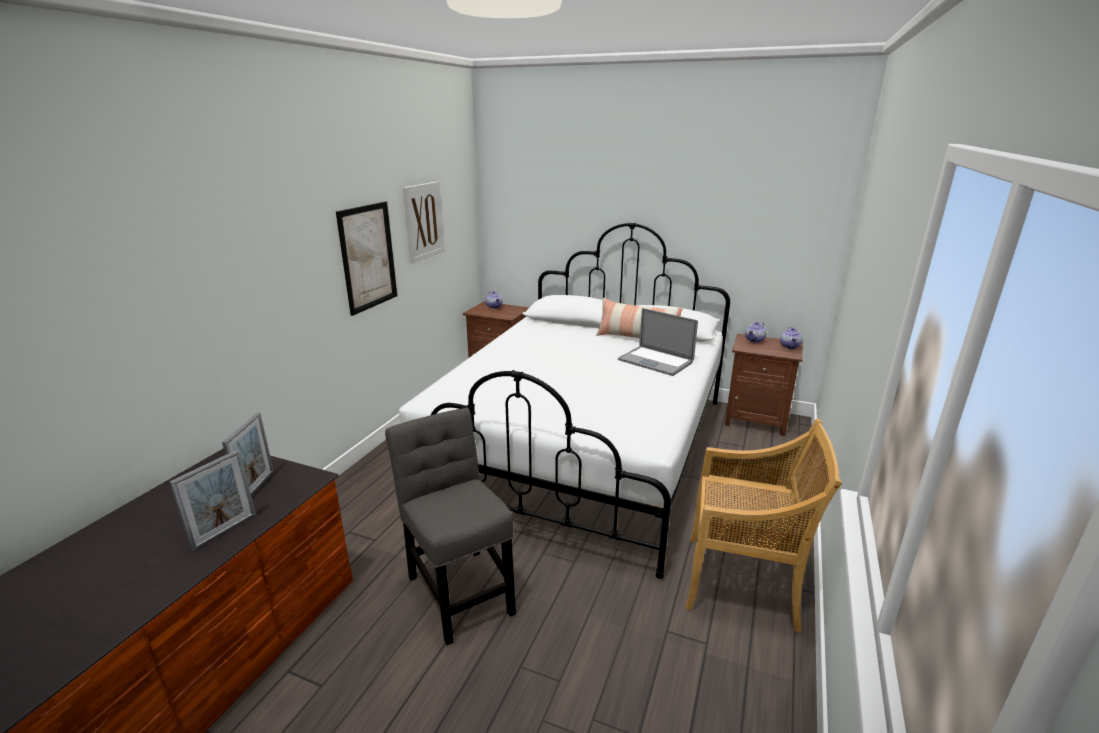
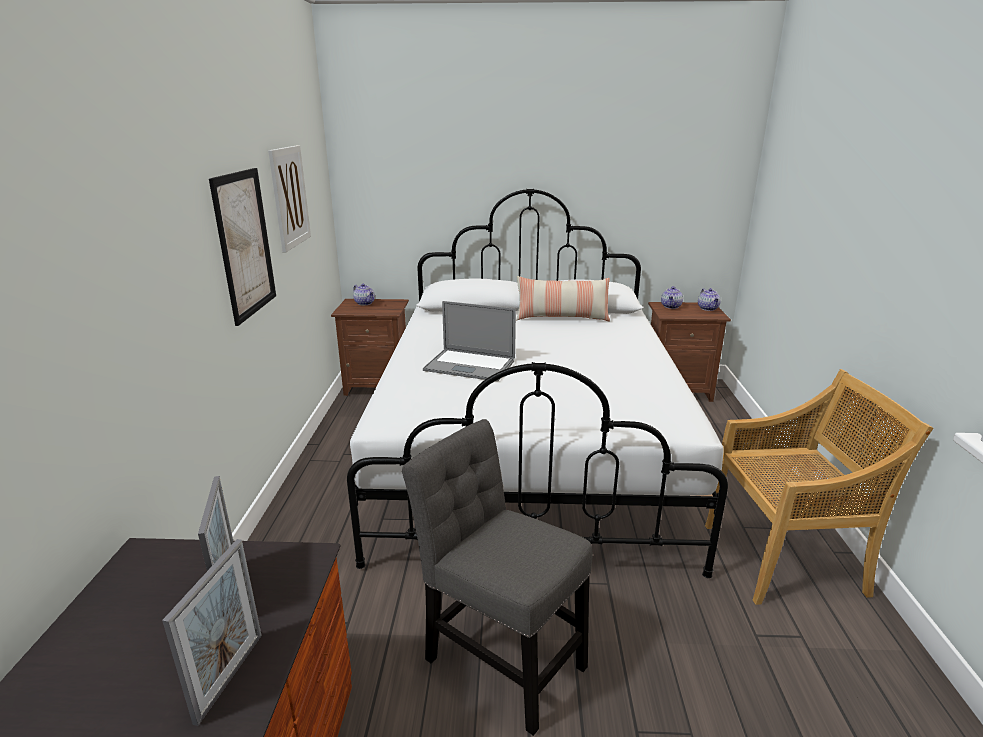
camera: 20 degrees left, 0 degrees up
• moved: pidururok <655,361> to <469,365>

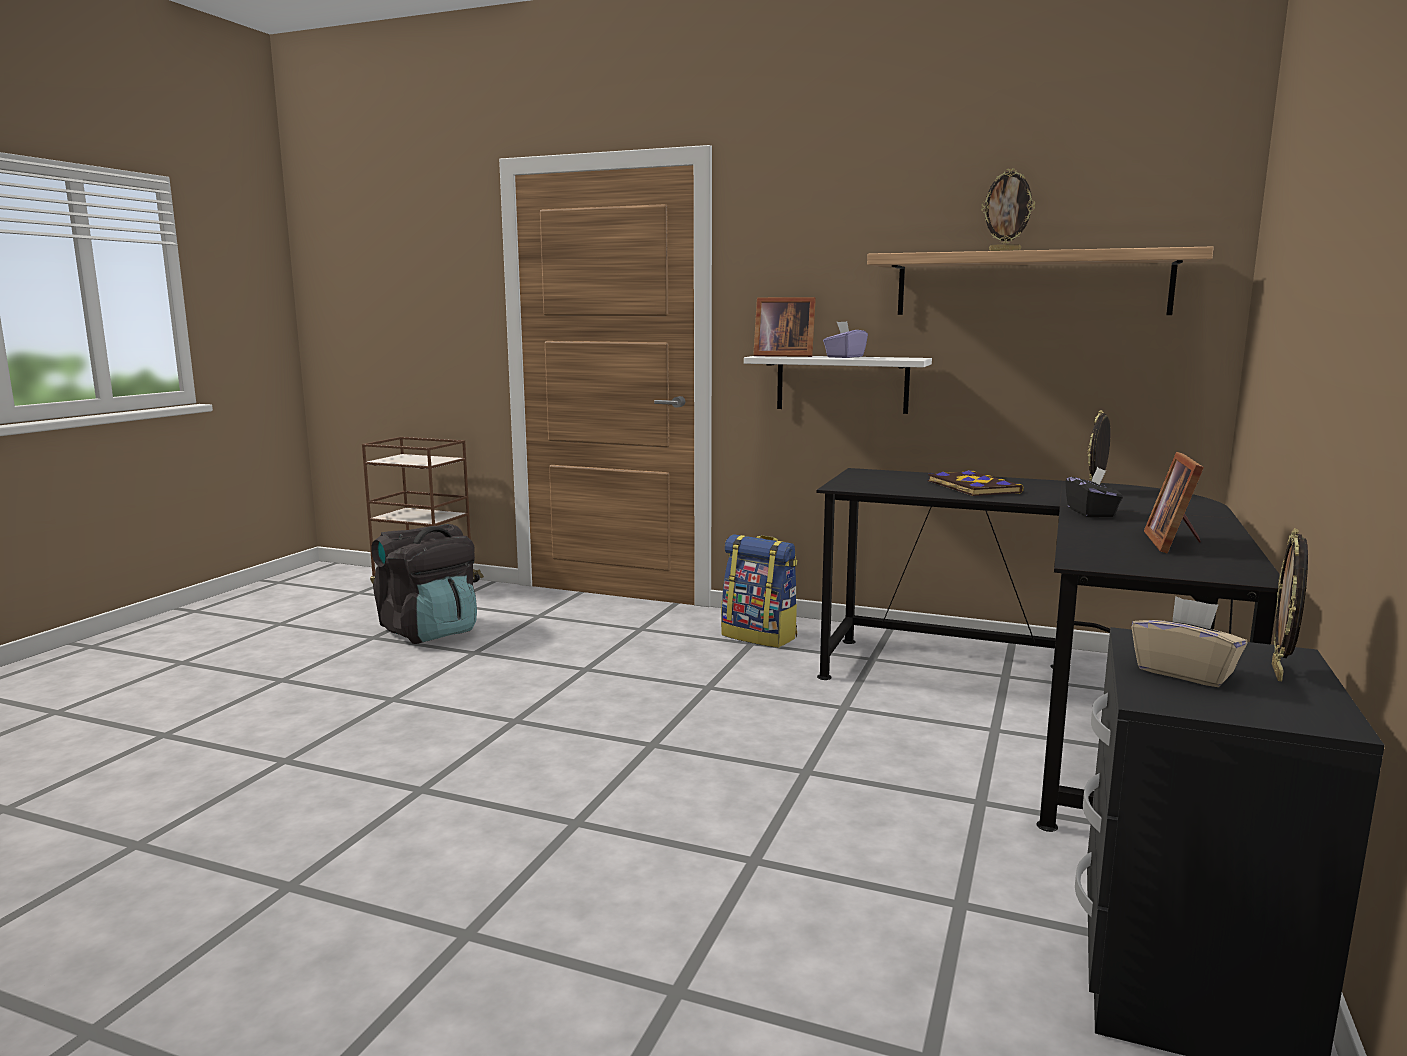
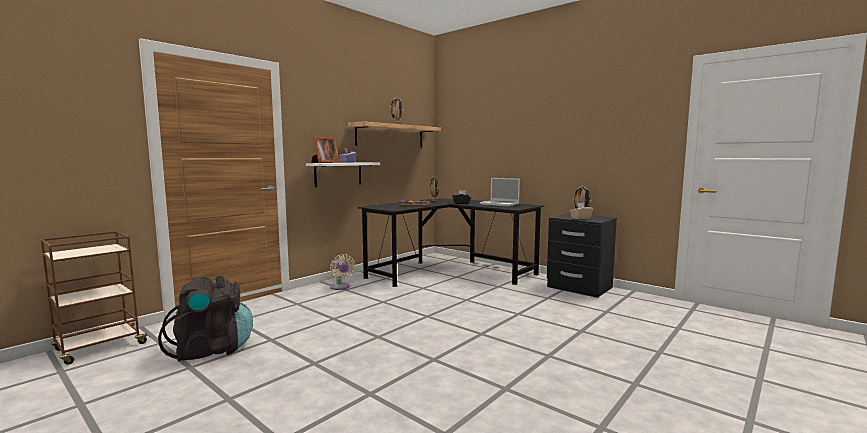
camera: 70 degrees left, 5 degrees down
• replaced: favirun <760,636> to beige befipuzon <340,287>
• replaced: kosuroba <1174,543> to pidururok <500,204>

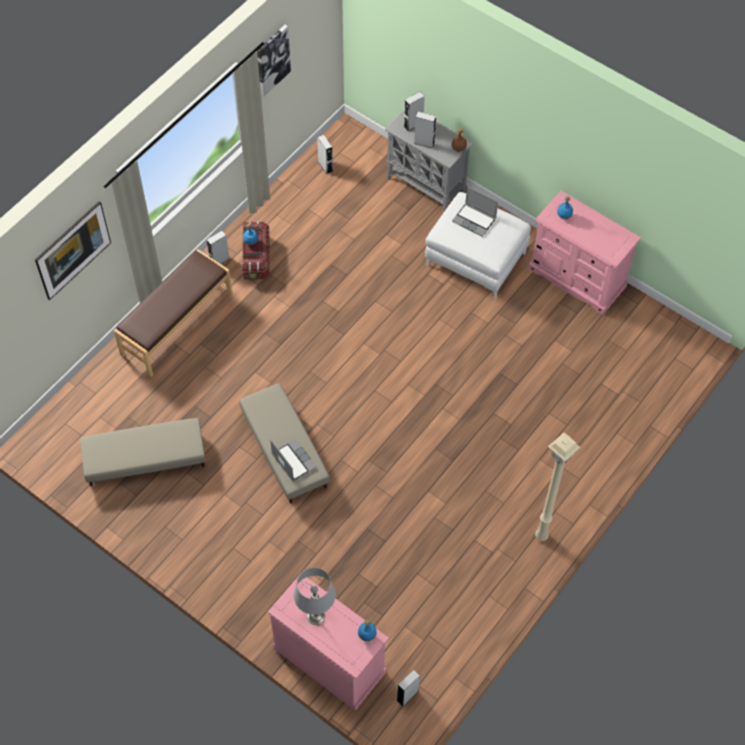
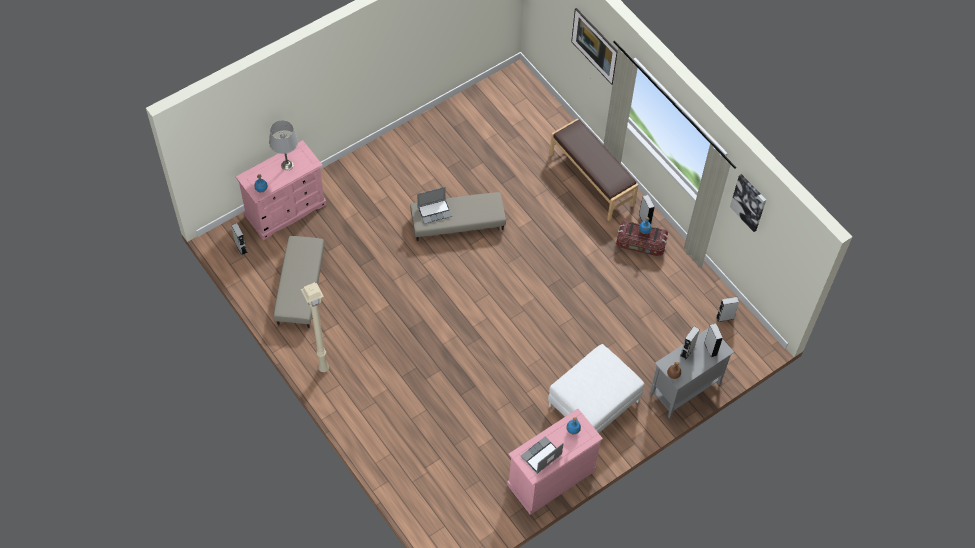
camera: 105 degrees right, 0 degrees up
• moved: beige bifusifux <145,458> to <301,287>
• moved: pidururok <475,220> to <541,456>

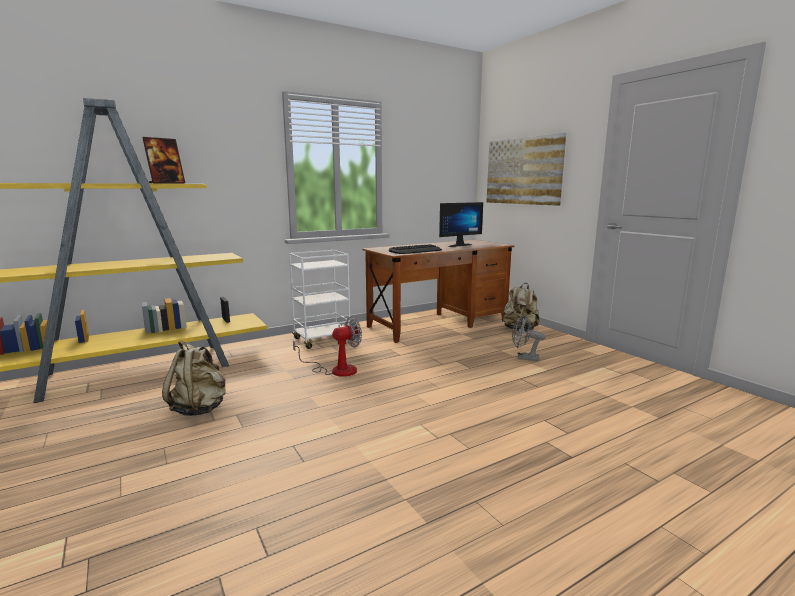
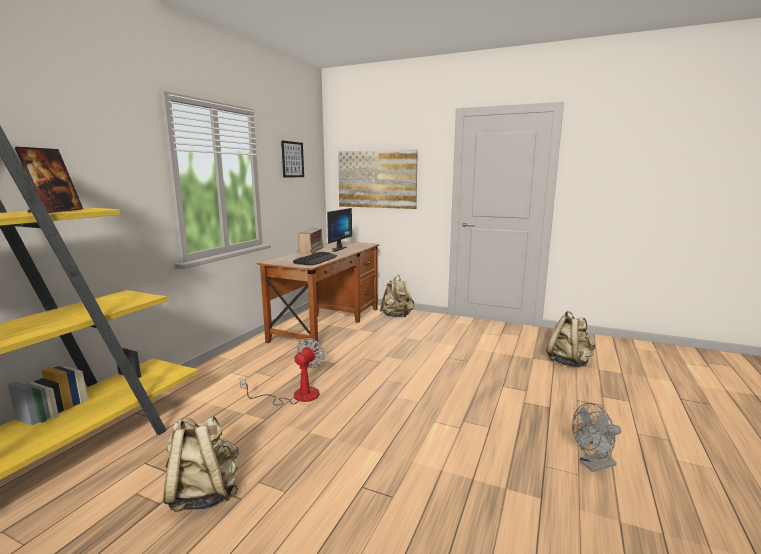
camera: 35 degrees left, 0 degrees up
• removed: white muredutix <323,339>
• moved: grey befipuzon <524,358> to <593,465>
• added: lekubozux <292,159>
• added: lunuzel <311,251>
• added: beige favirun <568,362>

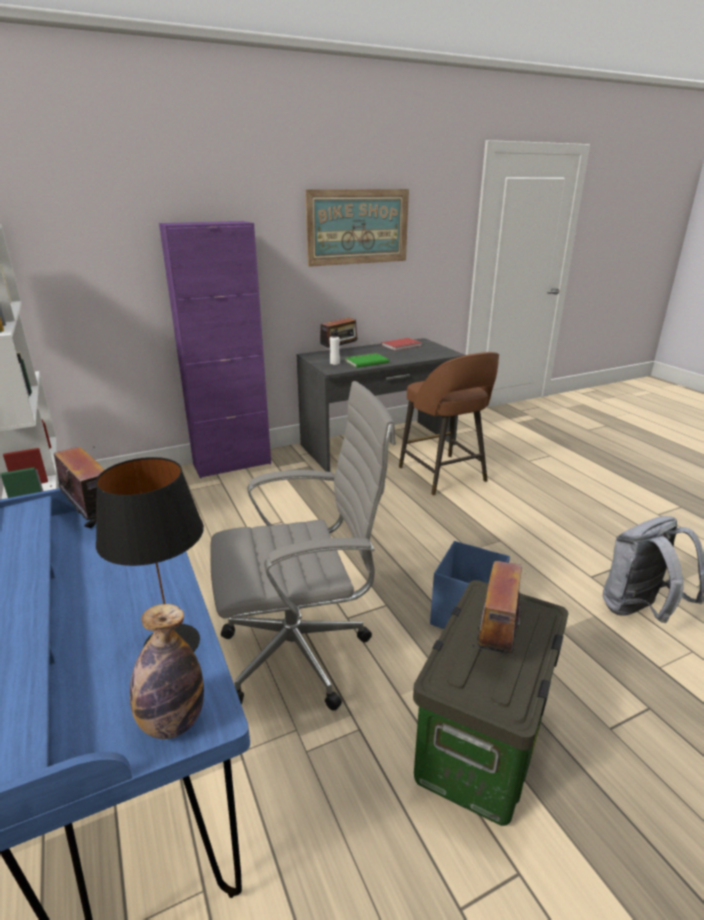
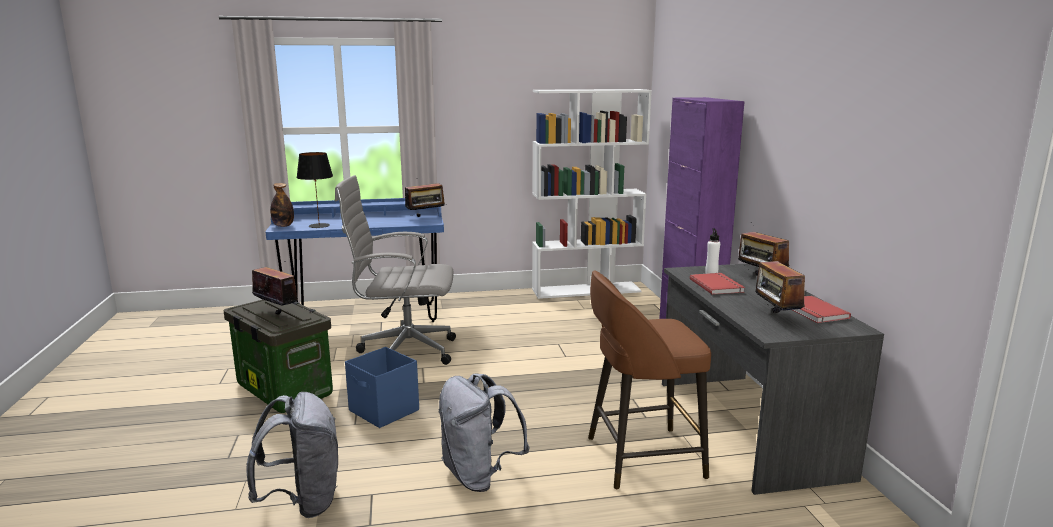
camera: 105 degrees right, 10 degrees down
• turned: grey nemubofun <302,653> = <403,351> 90 degrees clockwise
• removed: lekubozux <358,227>
• recoloured: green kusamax <366,362> to red kusamax <717,285>
• added: grey favirun <479,476>
• added: lunuzel <775,317>

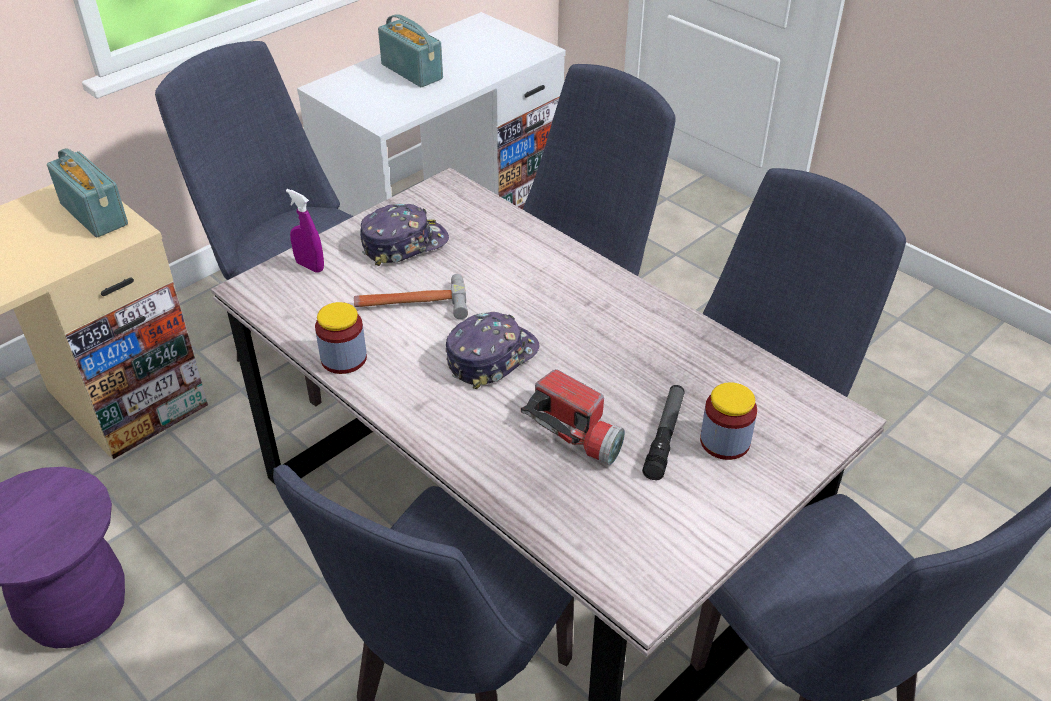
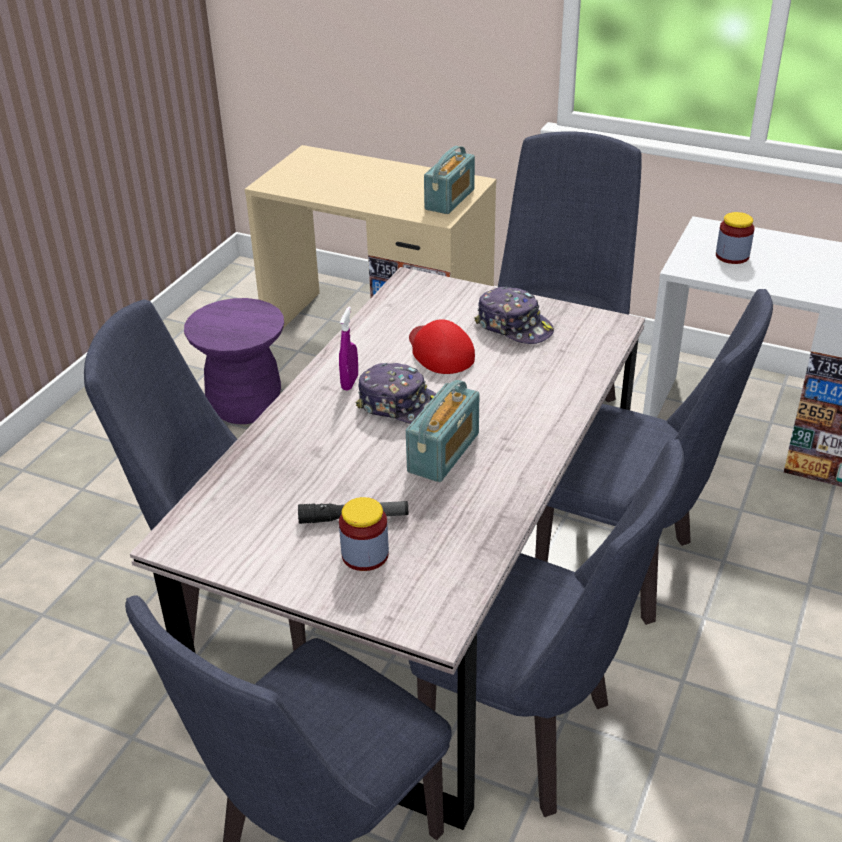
camera: 70 degrees right, 5 degrees down
• moved: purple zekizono <310,266> to <350,382>
• moved: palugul <344,358> to <732,256>
• replaced: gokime <410,304> to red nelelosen <439,351>
• moved: lunuzel <412,71> to <444,453>
• removed: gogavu <577,431>

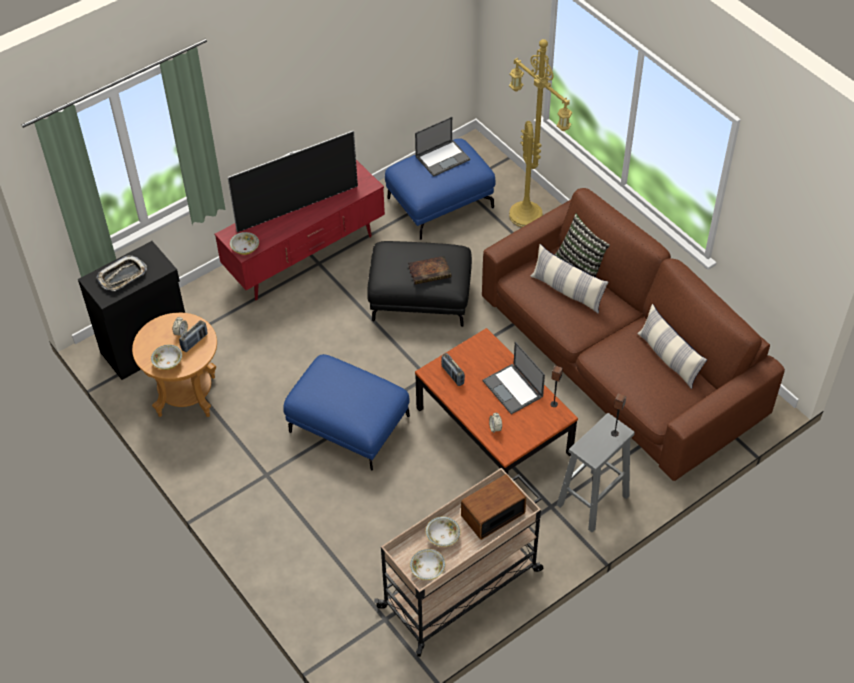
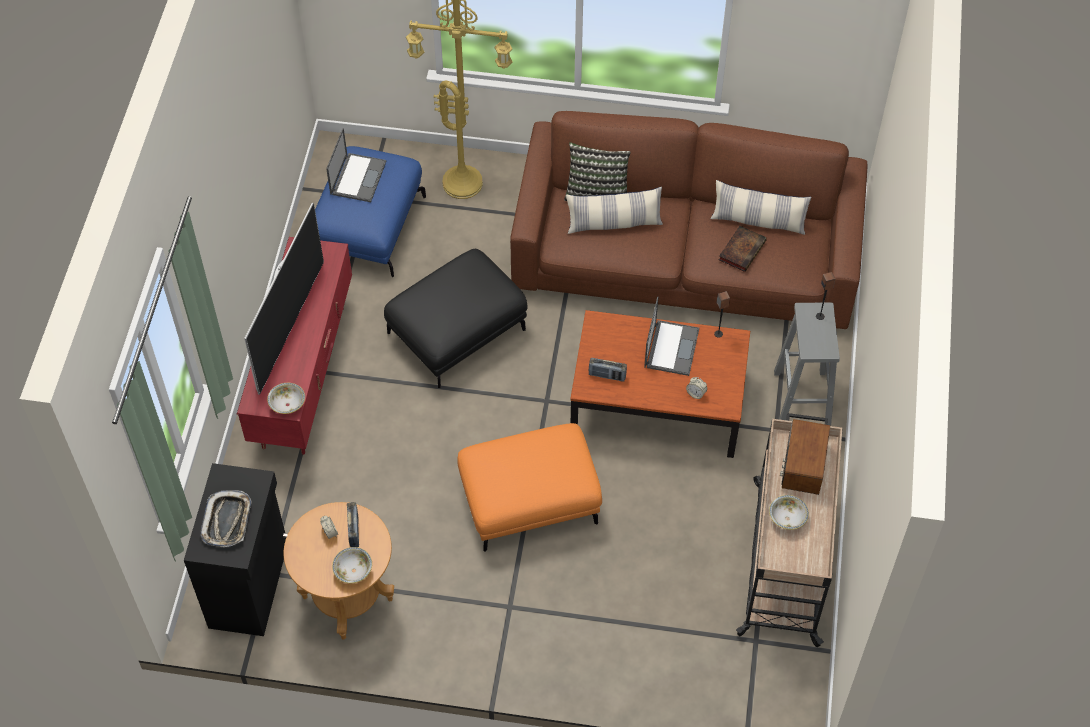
camera: 45 degrees left, 5 degrees up
• recoloured: blue bifusifux <348,425> to orange bifusifux <529,501>
• moved: kusamax <430,271> to <742,250>
• removed: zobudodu <427,570>
• turned: pidururok <513,389> = <671,347> 90 degrees counterclockwise

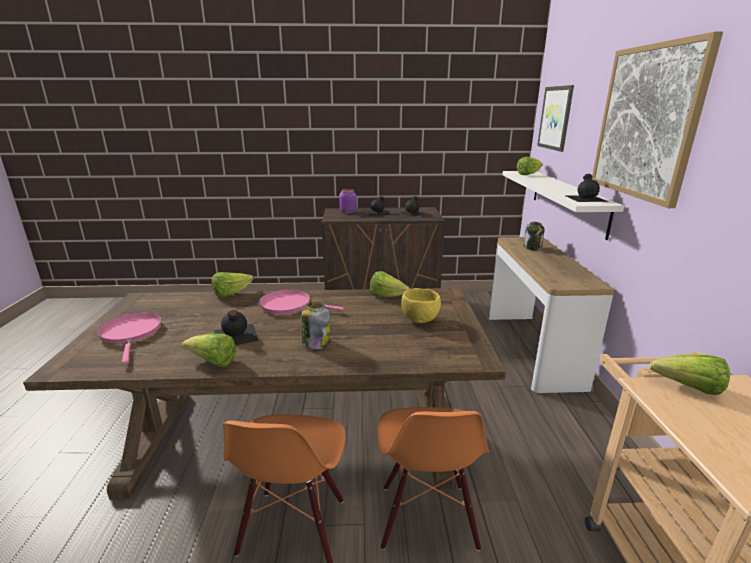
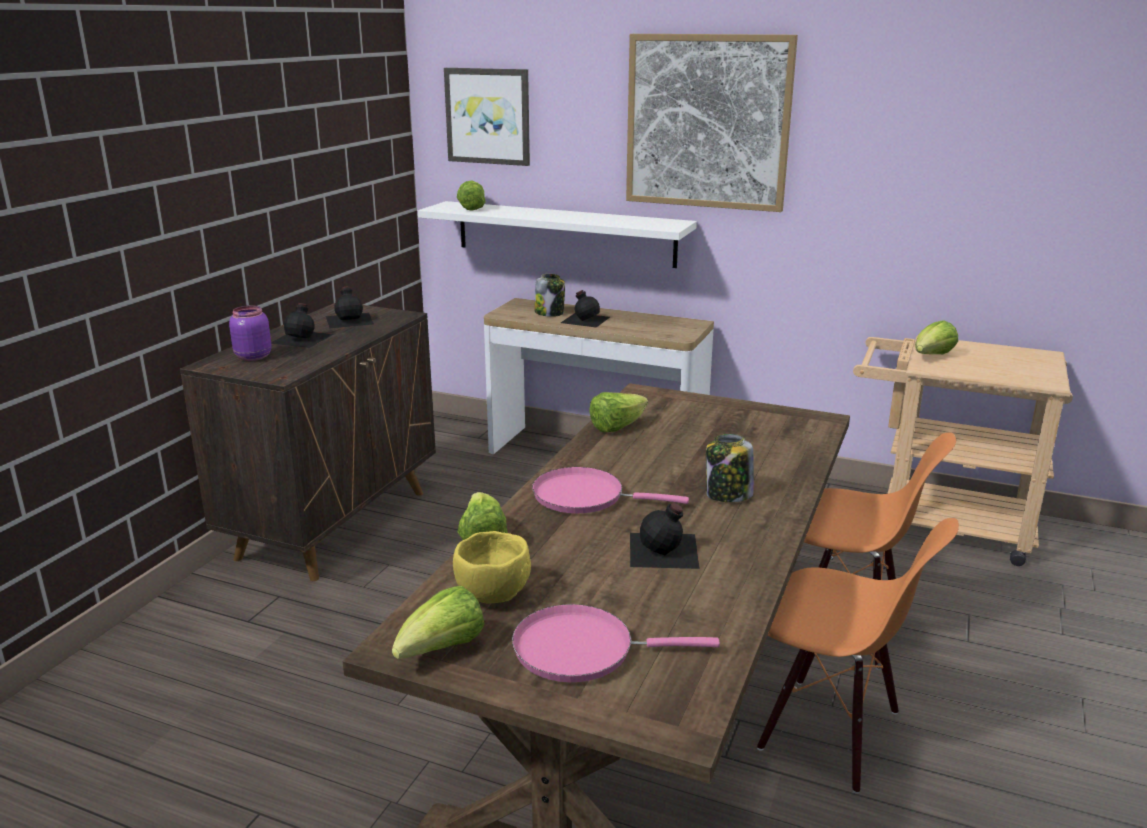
camera: 65 degrees left, 0 degrees up
• moved: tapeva <213,362> to <442,650>
• turned: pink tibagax <289,305> = <585,497> 60 degrees clockwise
• moved: yellow zobudodu <419,319> to <493,595>
• moved: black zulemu <586,198> to <585,319>

